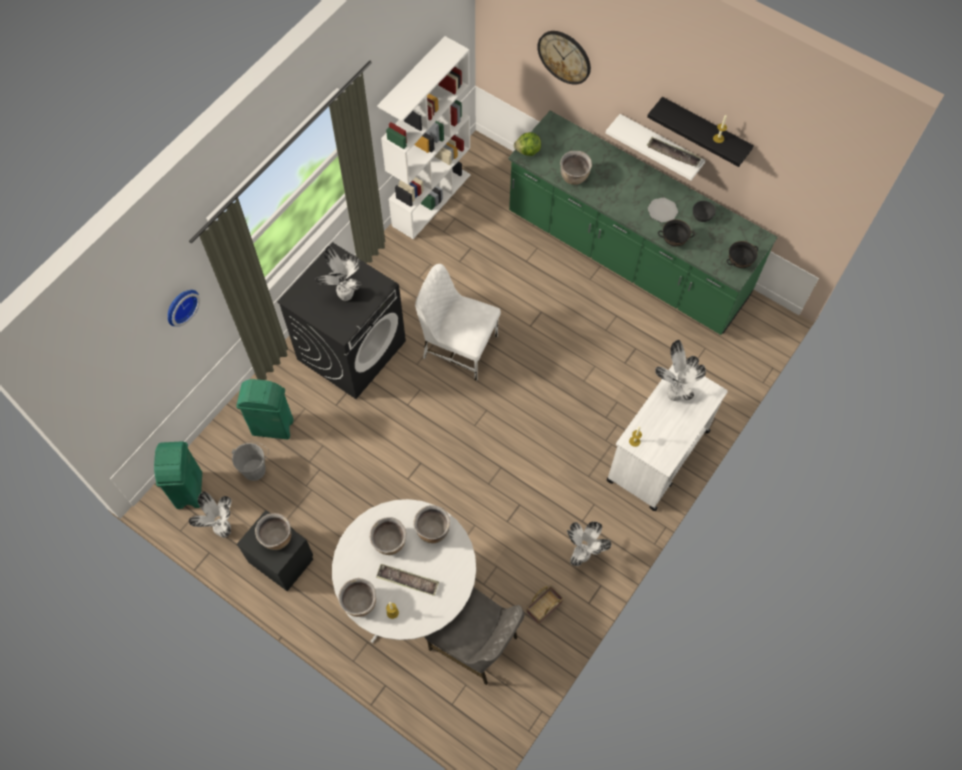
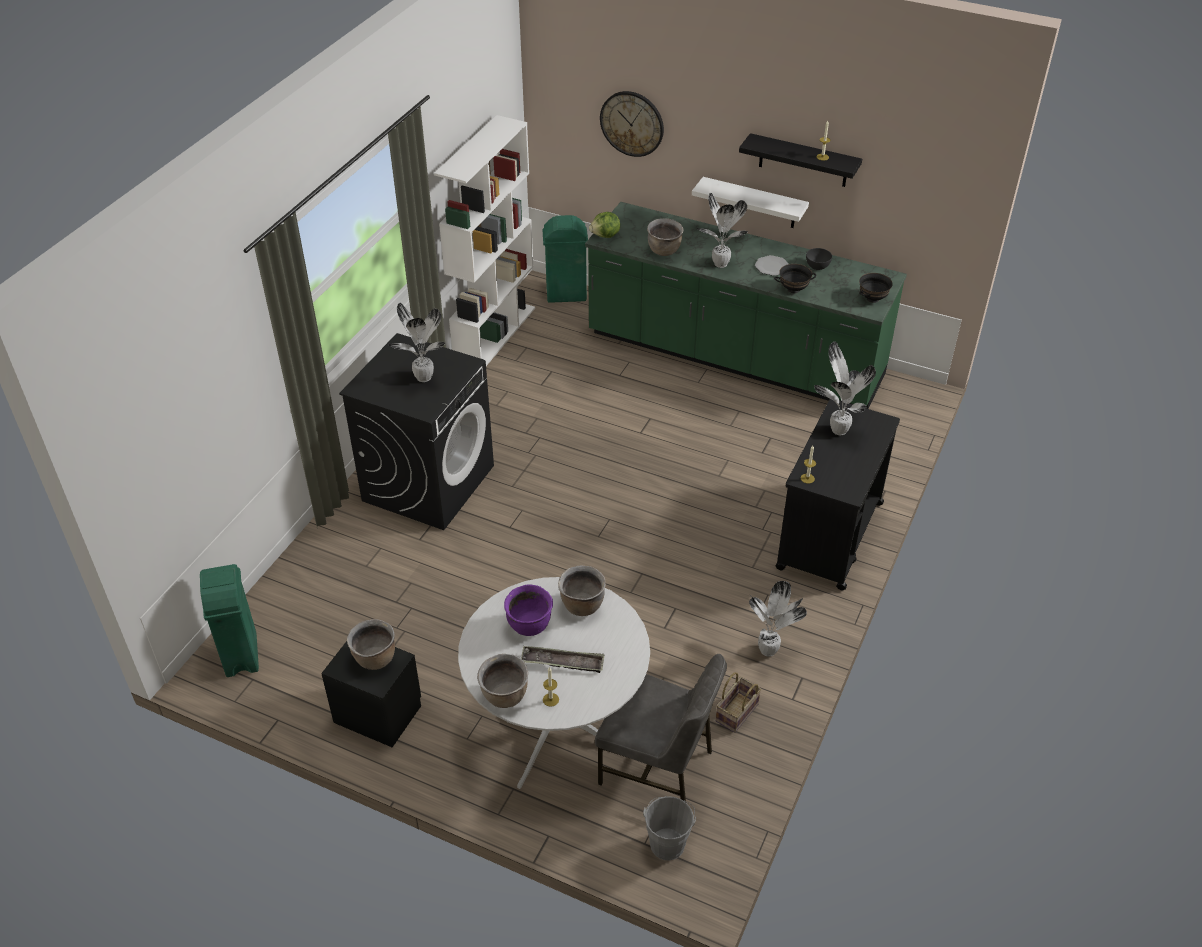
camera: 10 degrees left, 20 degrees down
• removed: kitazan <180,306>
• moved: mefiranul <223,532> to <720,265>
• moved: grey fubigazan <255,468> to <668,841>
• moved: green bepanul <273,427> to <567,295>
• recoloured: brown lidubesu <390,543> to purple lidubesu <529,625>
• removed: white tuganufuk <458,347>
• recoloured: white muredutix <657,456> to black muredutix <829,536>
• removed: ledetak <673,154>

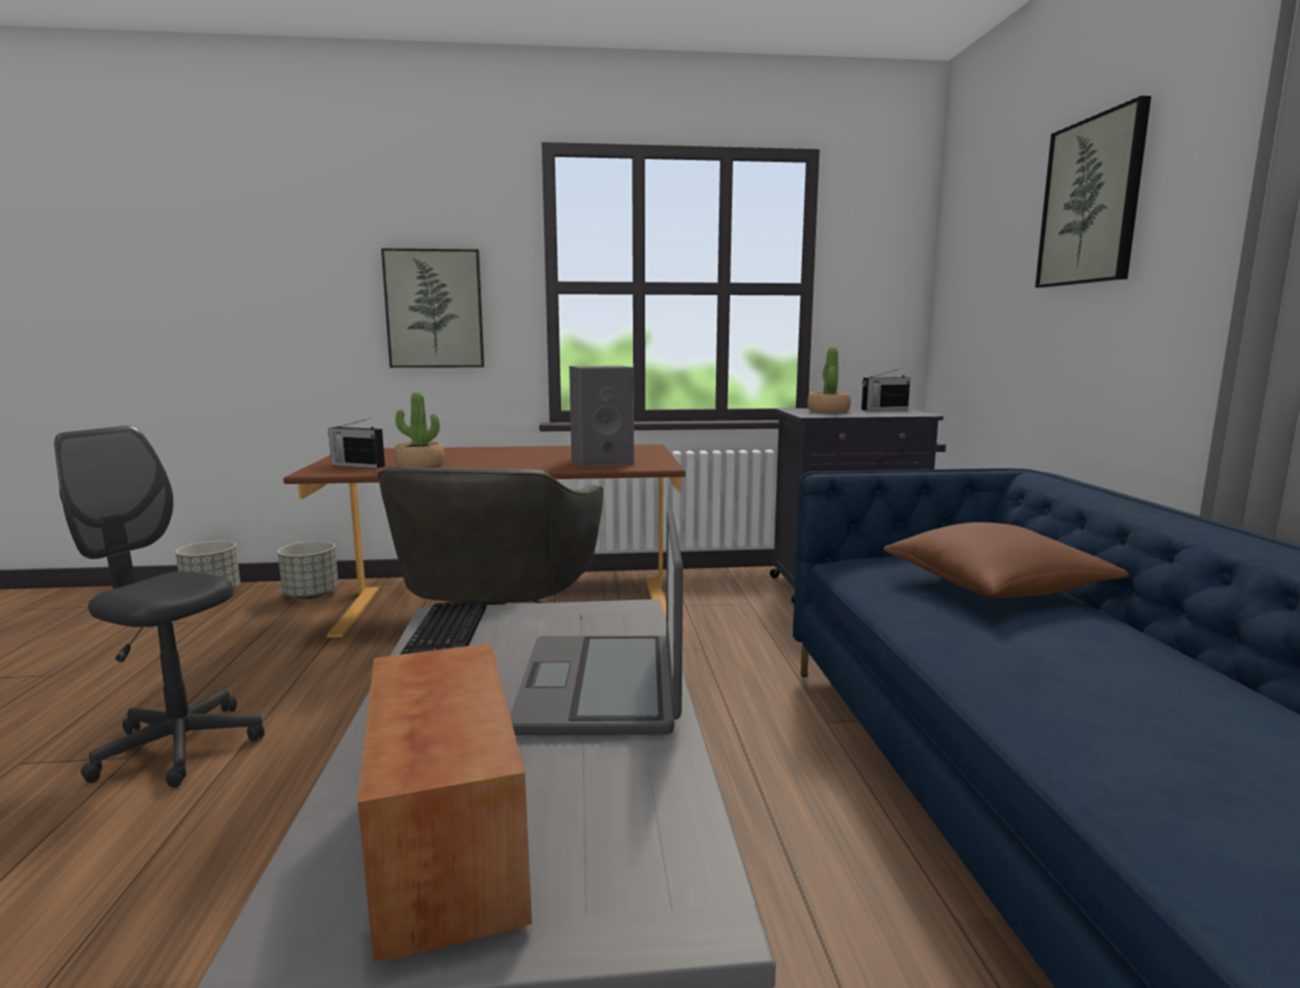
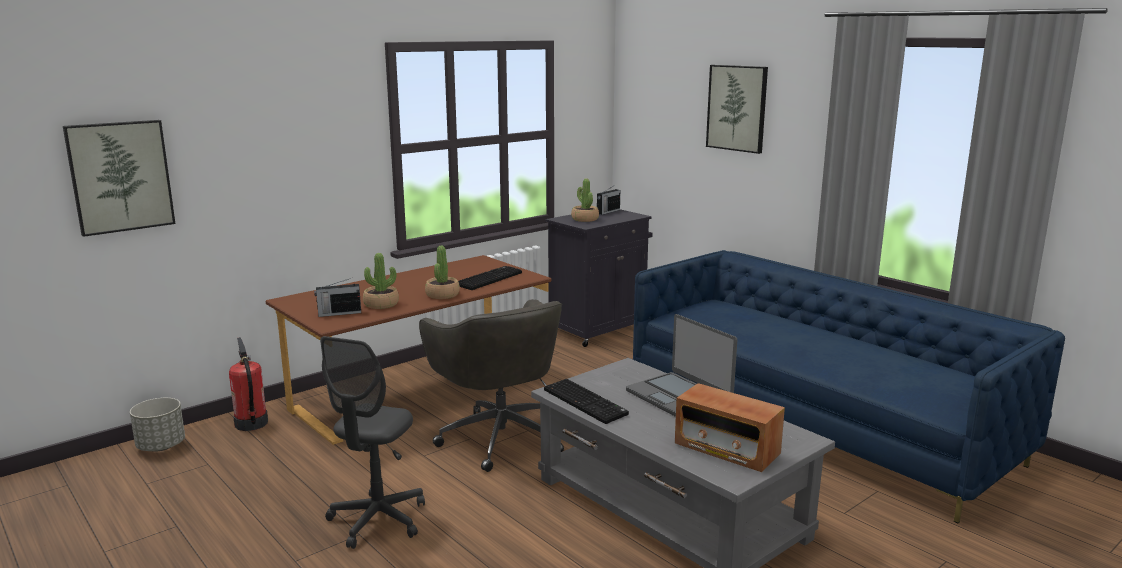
camera: 35 degrees left, 5 degrees up
• turned: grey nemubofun <179,747> = <378,520> 60 degrees counterclockwise
• replaced: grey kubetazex <311,595> to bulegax <251,424>
• moved: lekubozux <434,309> to <120,176>
• replaced: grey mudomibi <603,461> to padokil <488,279>
• removed: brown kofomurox <996,587>
• added: mefiranul <442,295>

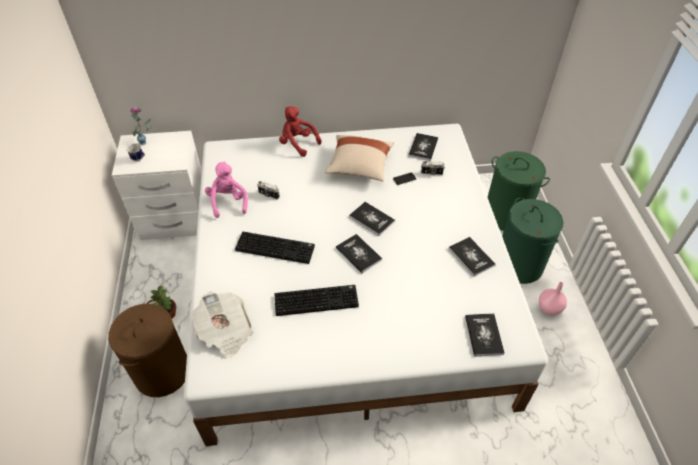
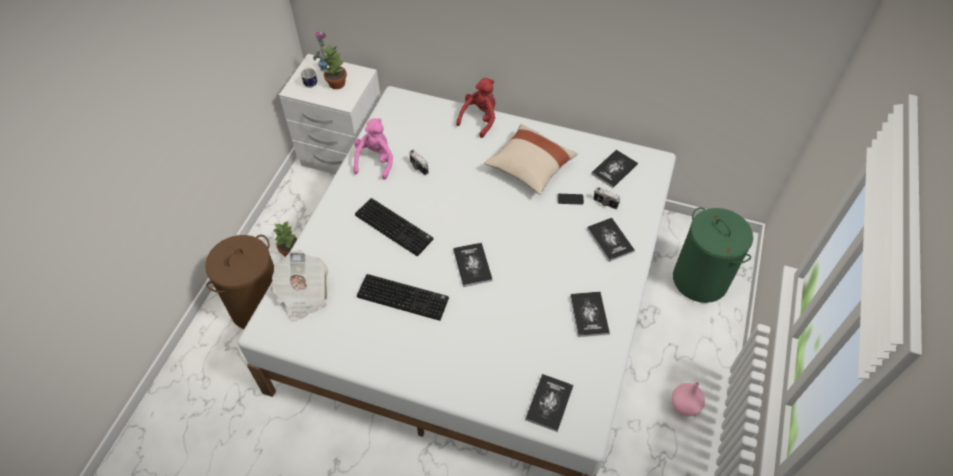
camera: 25 degrees right, 5 degrees up
• turned: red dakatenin <298,143> = <480,119> 60 degrees clockwise
• moved: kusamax <372,219> to <610,240>
• removed: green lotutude <519,265>
• added: mefiranul <336,83>

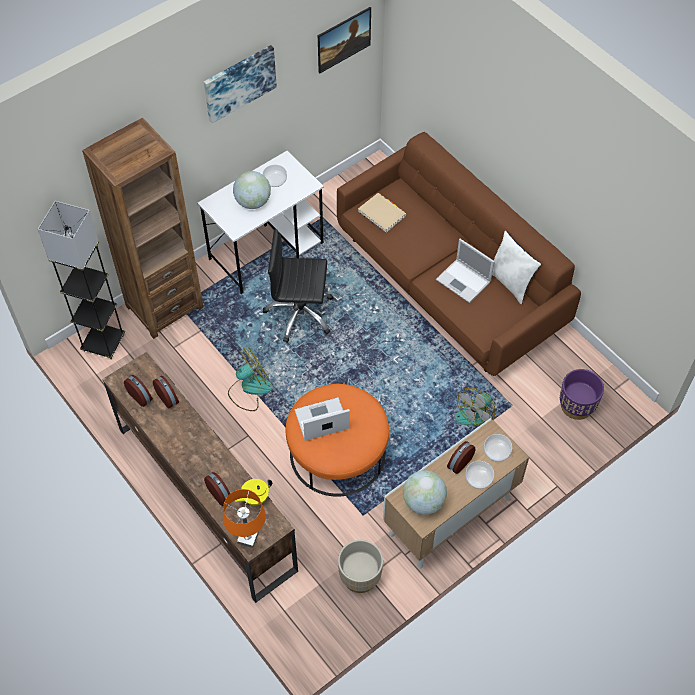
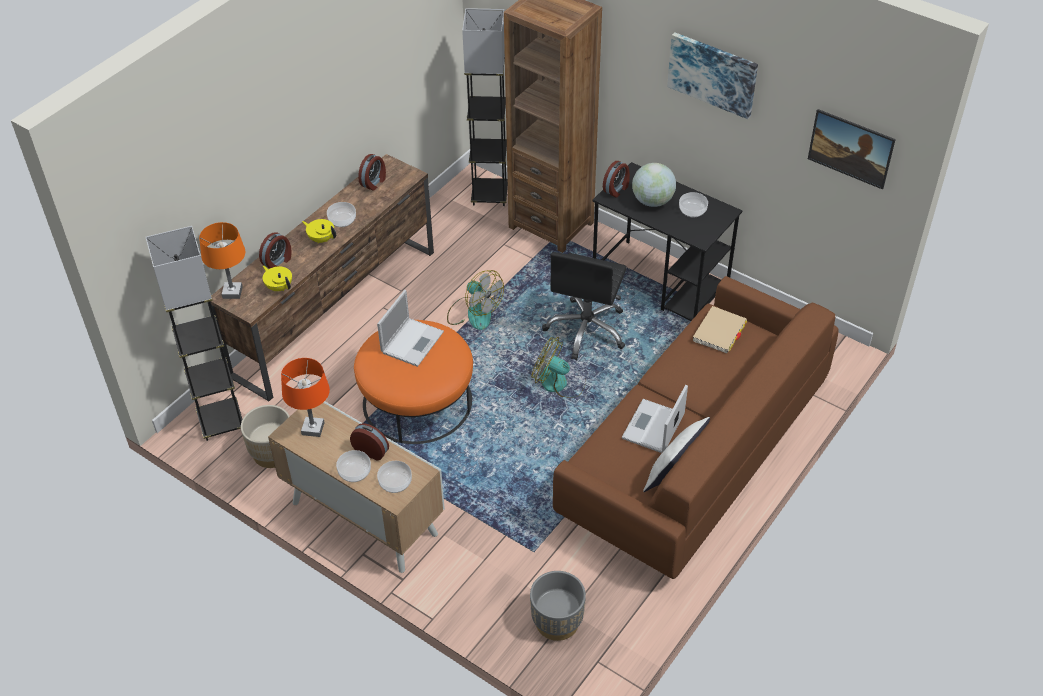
camera: 75 degrees right, 10 degrees down
• moved: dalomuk <168,397> to <616,189>
• recoloured: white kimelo <267,250> to black kimelo <661,283>
• turned: black nemubofun <300,314> = <587,330> 150 degrees counterclockwise
• turned: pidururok <321,420> = <412,341> 60 degrees clockwise
• replaced: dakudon <423,502> to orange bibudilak <313,428>
• moved: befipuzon <476,412> to <560,383>
• recoloured: purple kubetazex <576,406> to grey kubetazex <557,622>
• added: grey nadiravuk <221,422>
• added: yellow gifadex <321,239>
• added: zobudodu <342,220>

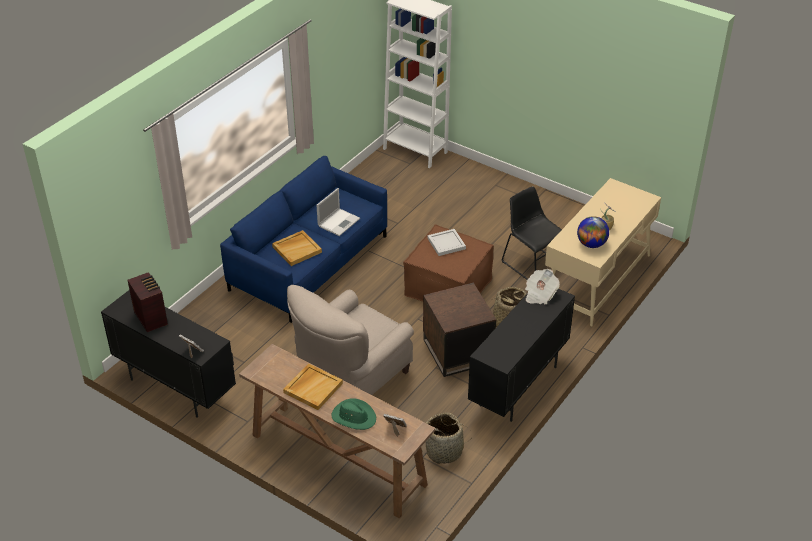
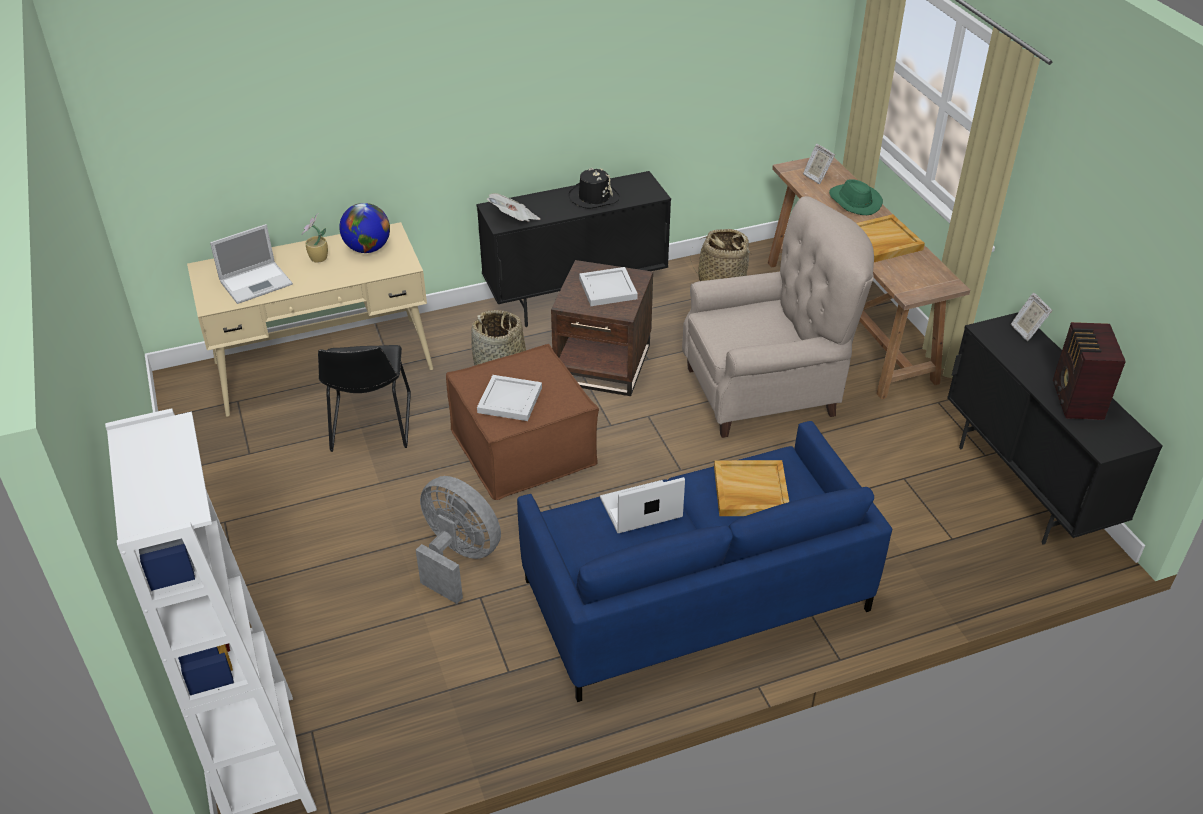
camera: 145 degrees left, 0 degrees up
• added: pidururok <257,282>
• added: grey befipuzon <458,558>
• added: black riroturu <593,197>
• added: white ledetak <607,289>

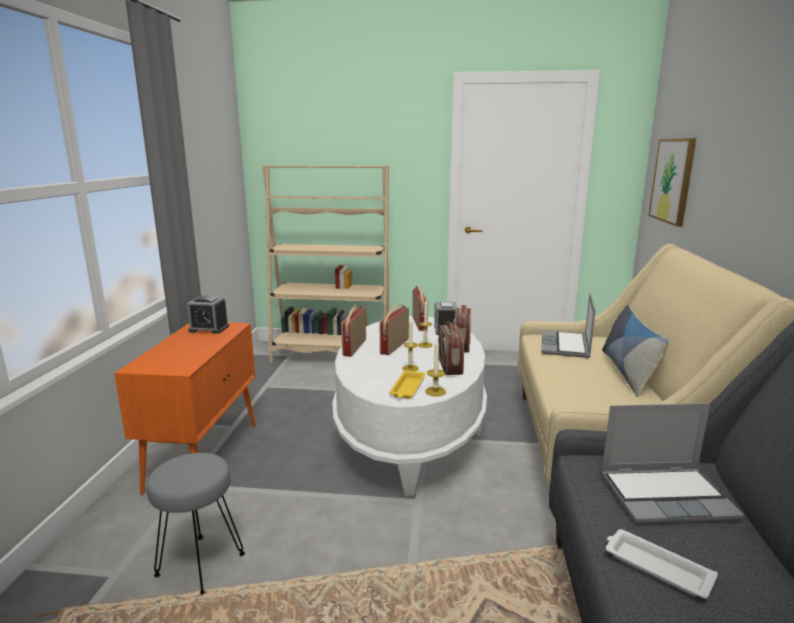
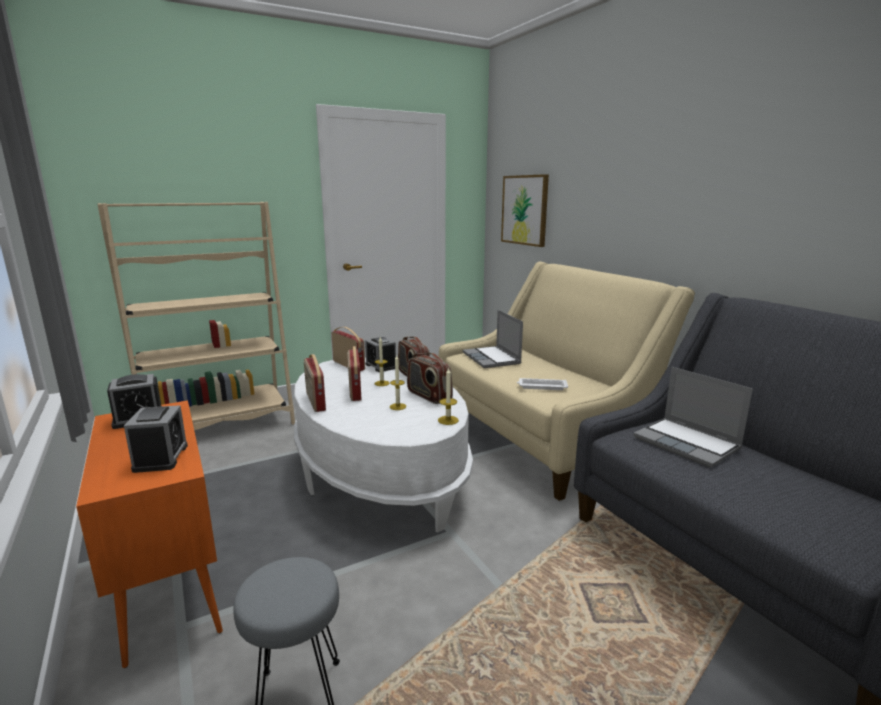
camera: 35 degrees left, 0 degrees up
• removed: yellow ledetak <407,388>
• turned: pidururok <667,496> = <688,443> 90 degrees clockwise
• removed: kofomurox <628,372>
• moved: white ledetak <655,567> to <541,387>
• added: dalomuk <161,458>

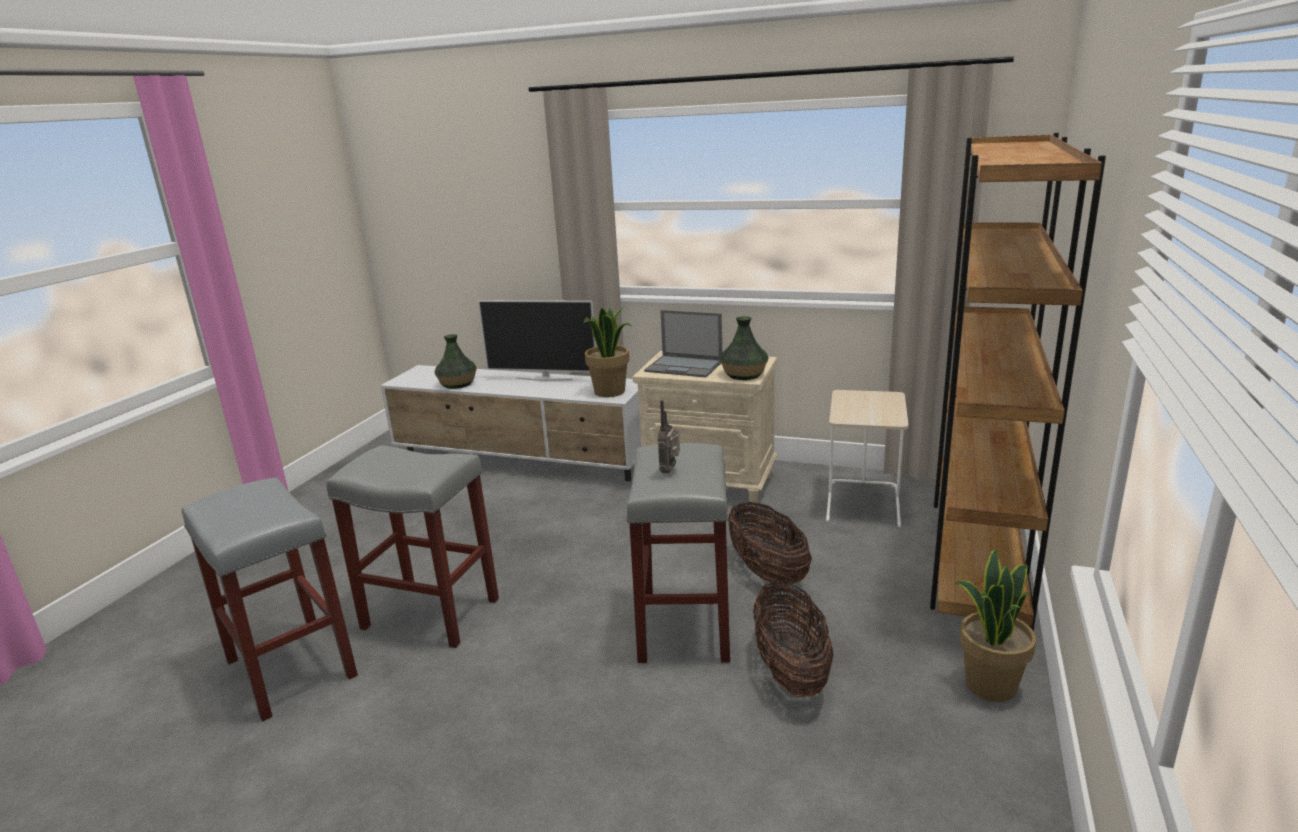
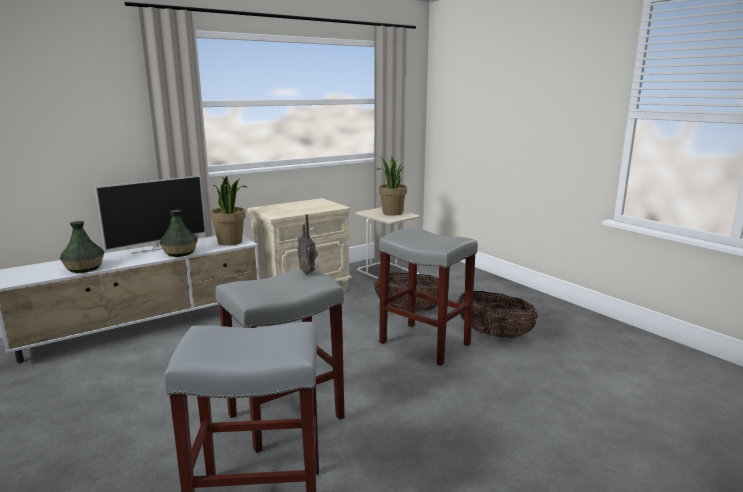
camera: 55 degrees left, 5 degrees down
• removed: pidururok <685,367>
• moved: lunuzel <671,471> to <308,272>
• moved: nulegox <744,374> to <179,253>
• removed: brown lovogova <976,558>
• moved: mefiranul <989,685> to <392,213>

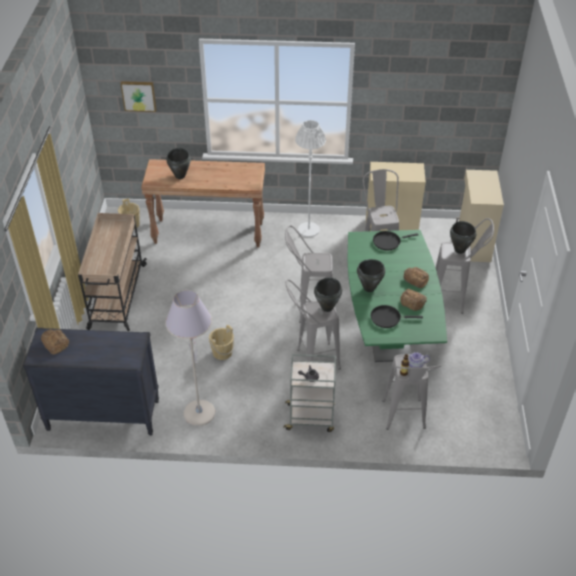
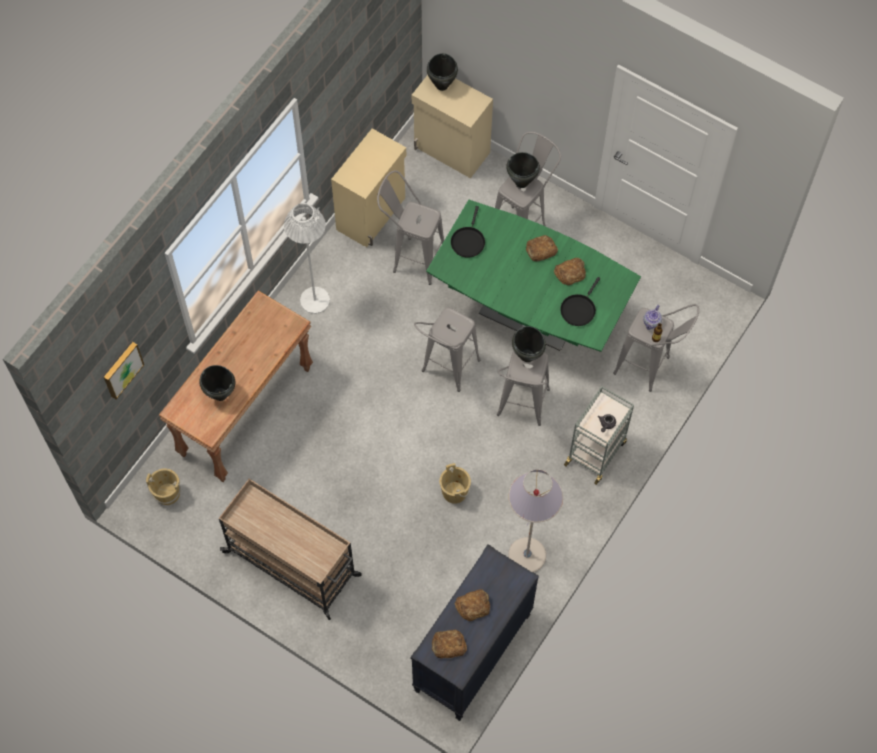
camera: 60 degrees left, 20 degrees up
• moved: black lidubesu <369,288> to <441,85>
• added: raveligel <473,606>

